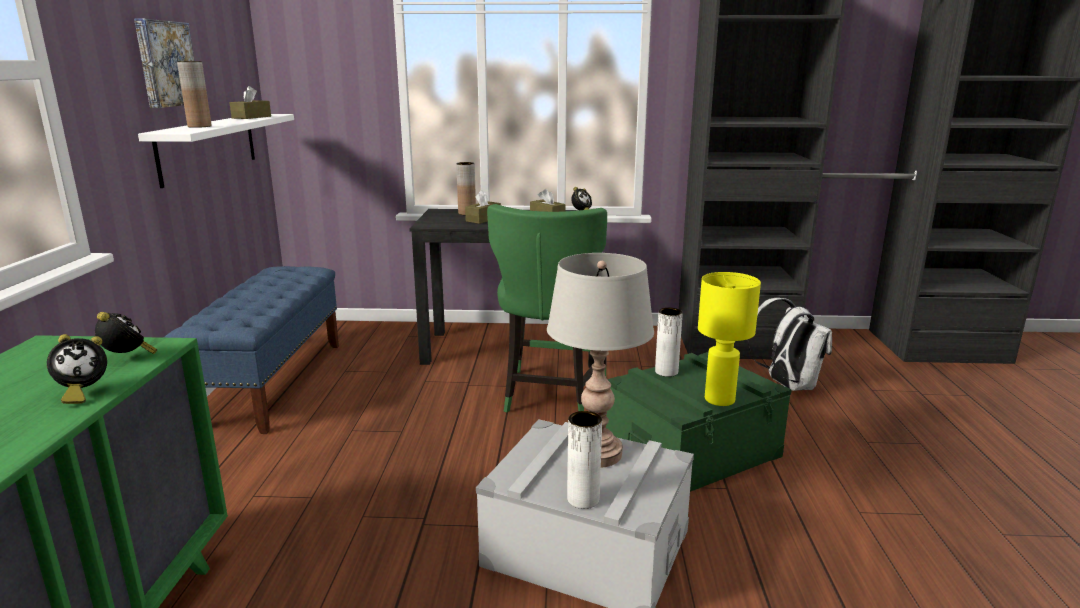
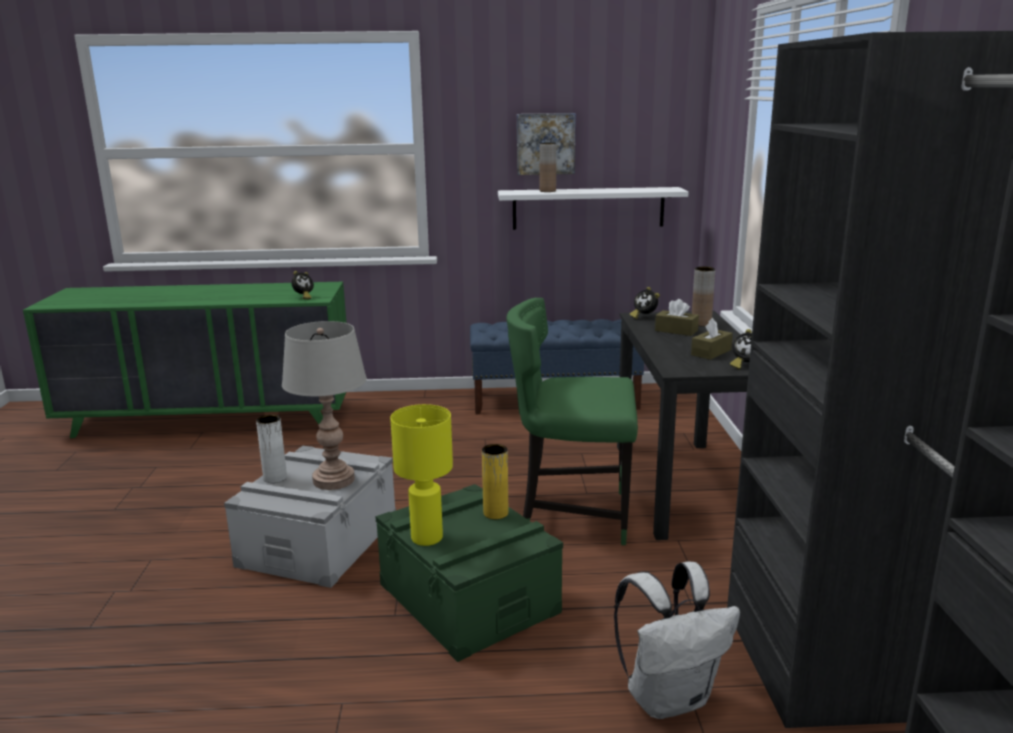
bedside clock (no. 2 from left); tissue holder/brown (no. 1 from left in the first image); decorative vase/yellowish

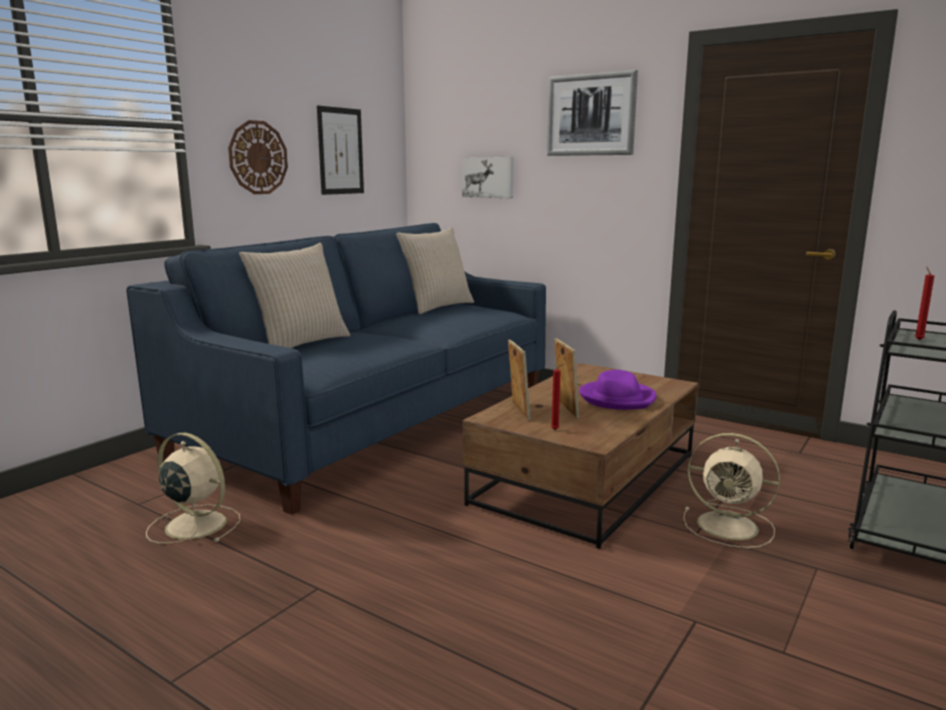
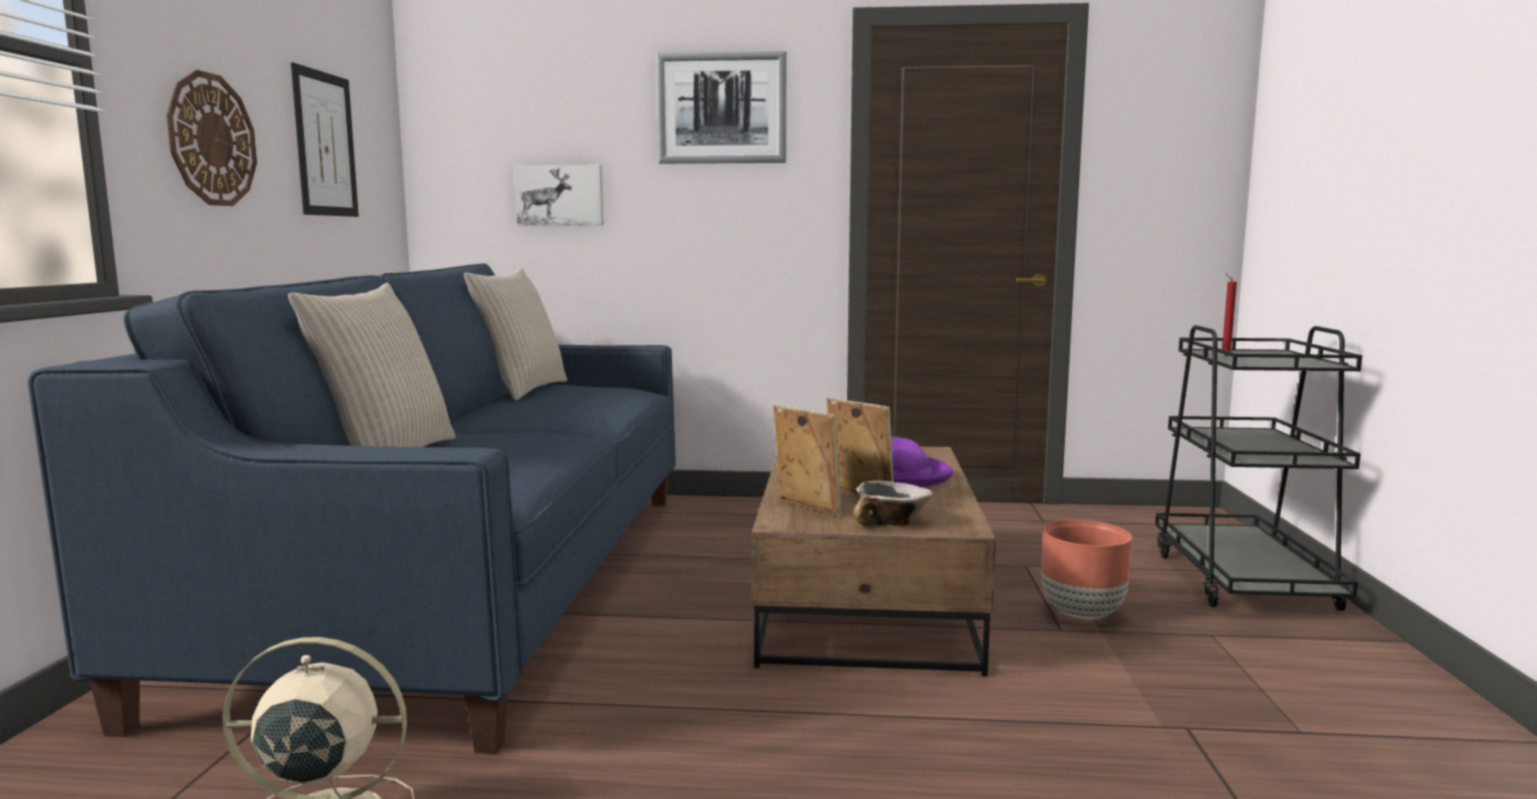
serving bowl; plant pot/brown

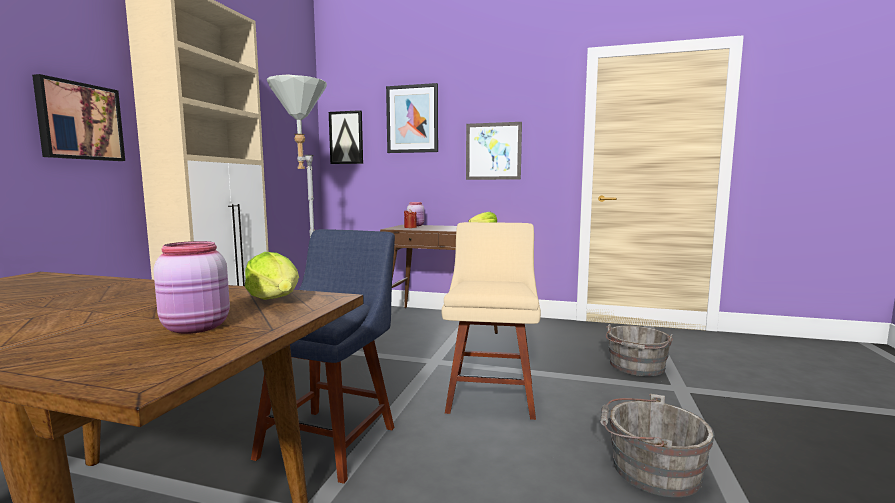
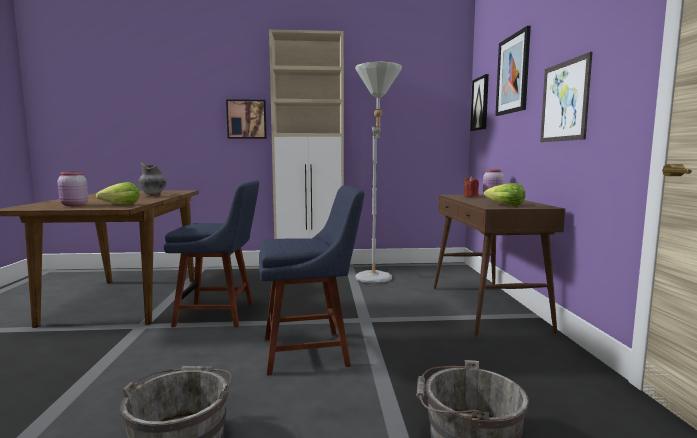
plain chair/bluish (no. 2 from left); decorative vase/grey

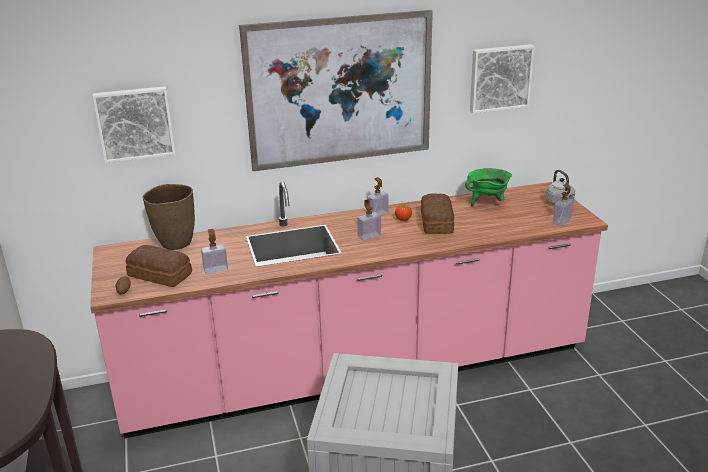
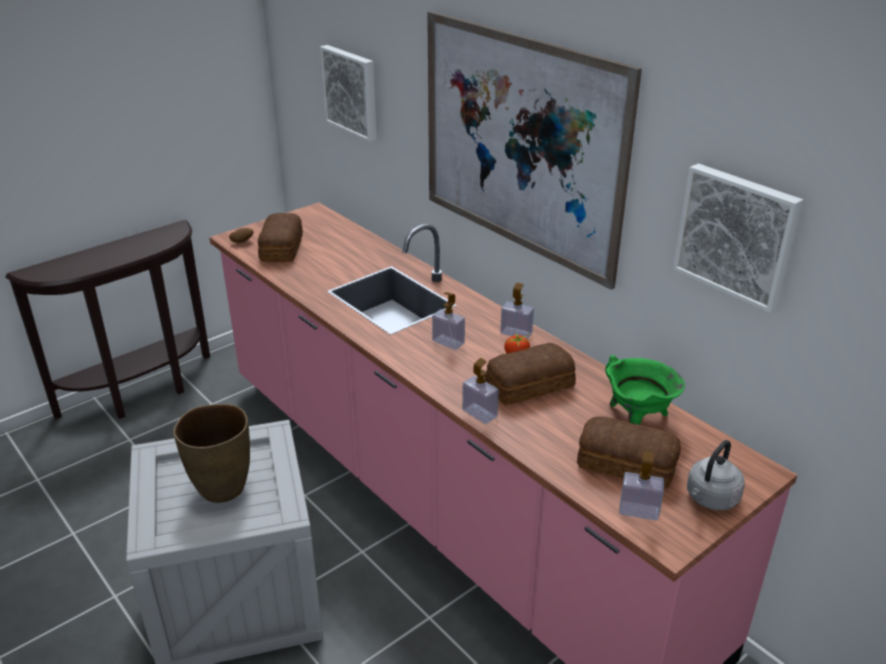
decorative vase/brown; liquid soap bottle (no. 2 from left); bakery bread (no. 3 from left)

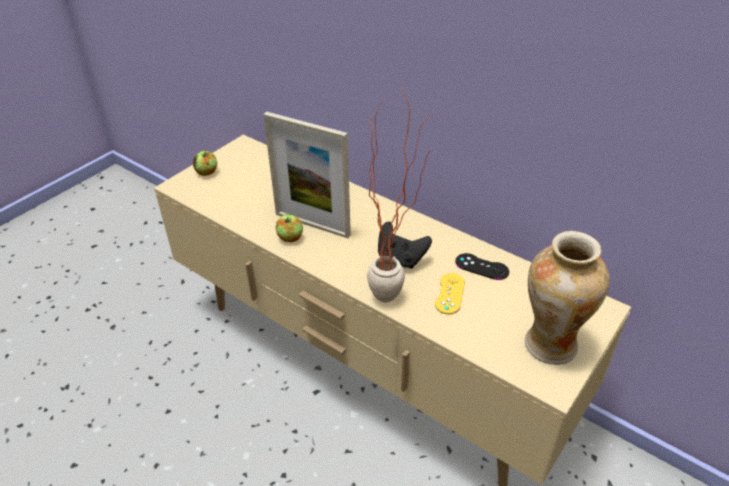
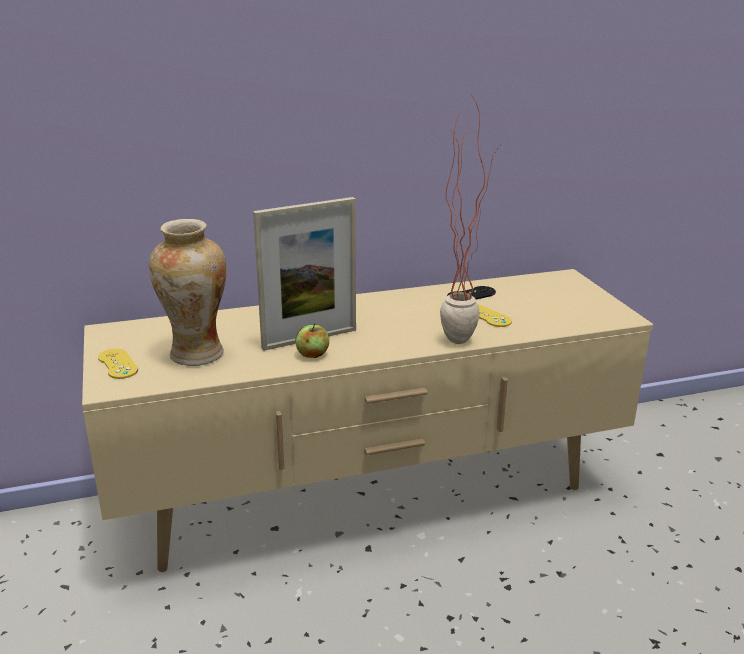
game controller/yellowish (no. 1 from left); game controller/blackish (no. 1 from left in the first image); decorative vase

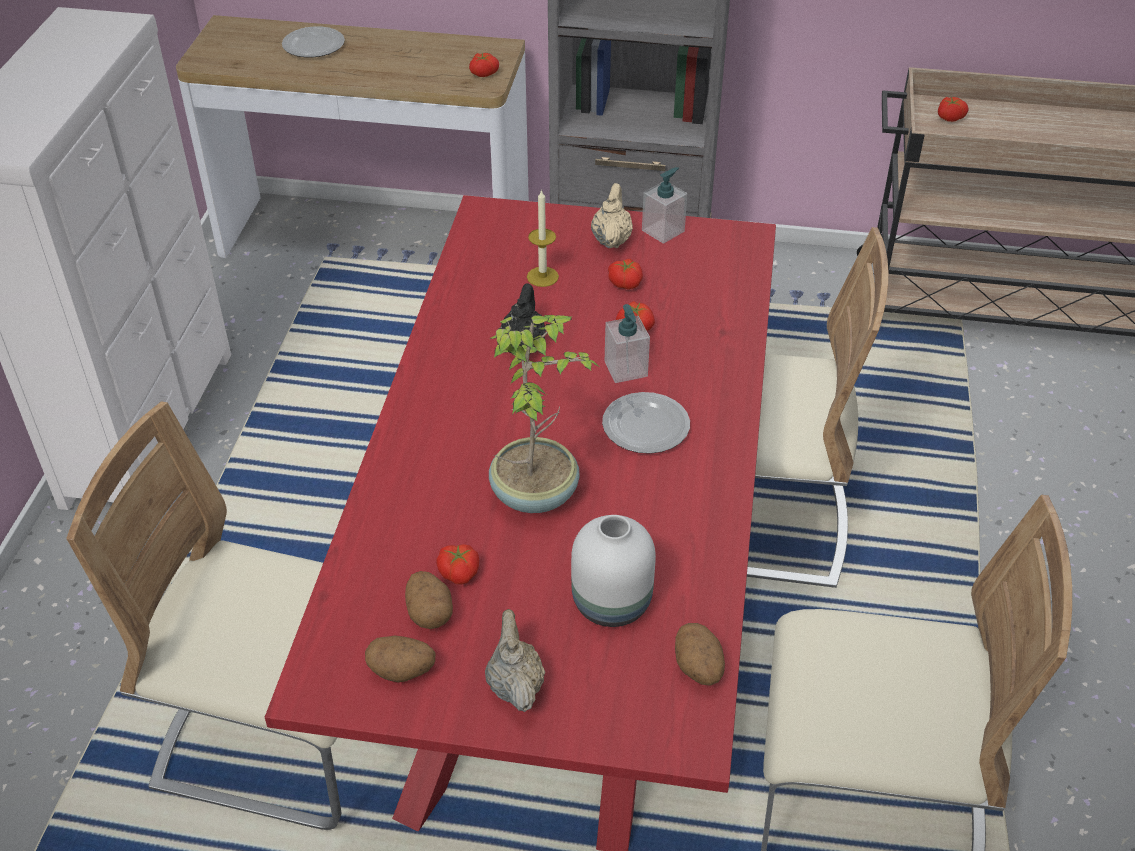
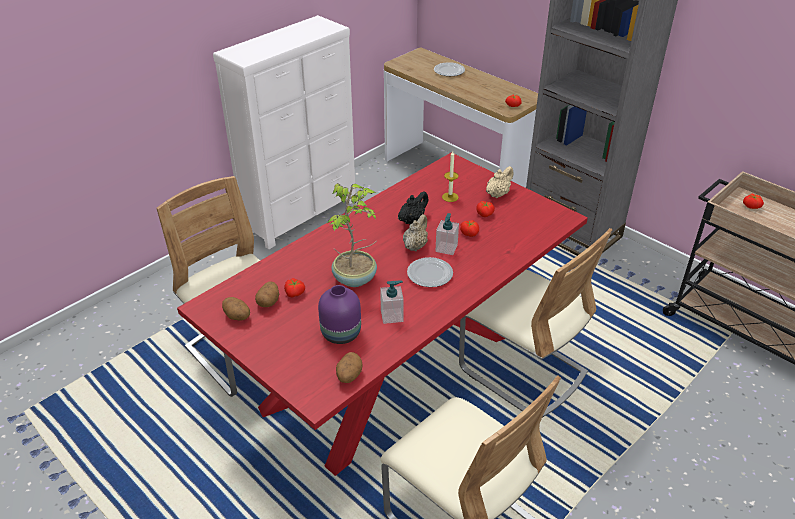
pot for tea/beige (no. 1 from left); decorative vase/purple; liquid soap bottle (no. 1 from left)

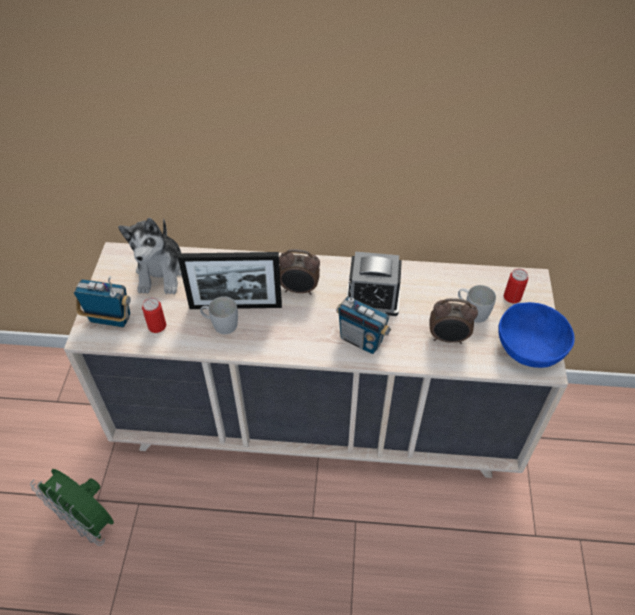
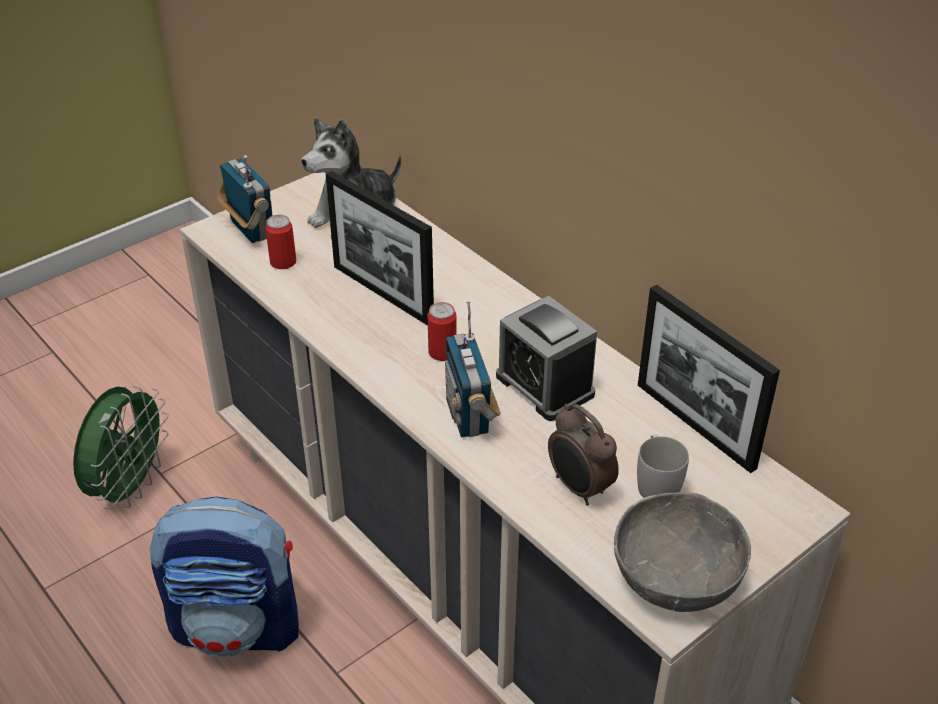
cooling fan/green; coffee mug/white-coloured (no. 1 from left in the first image); bedside clock (no. 1 from left in the first image); serving bowl/grey; metal can (no. 2 from left); rucksack; standing frame (no. 2 from left)

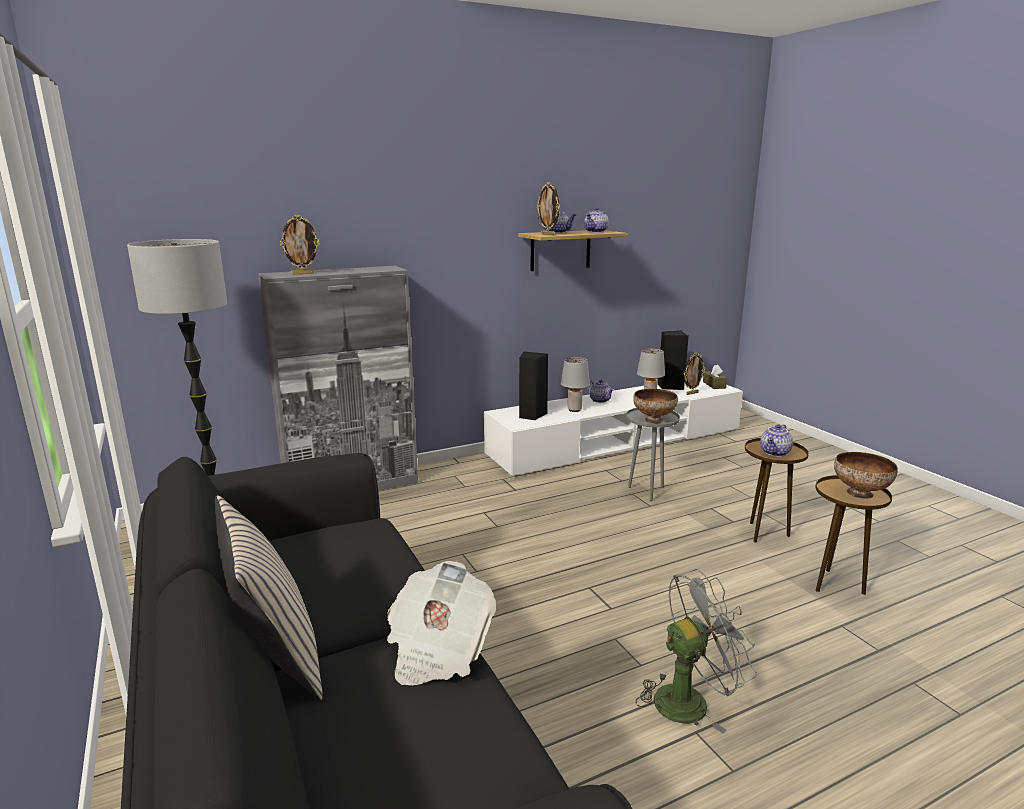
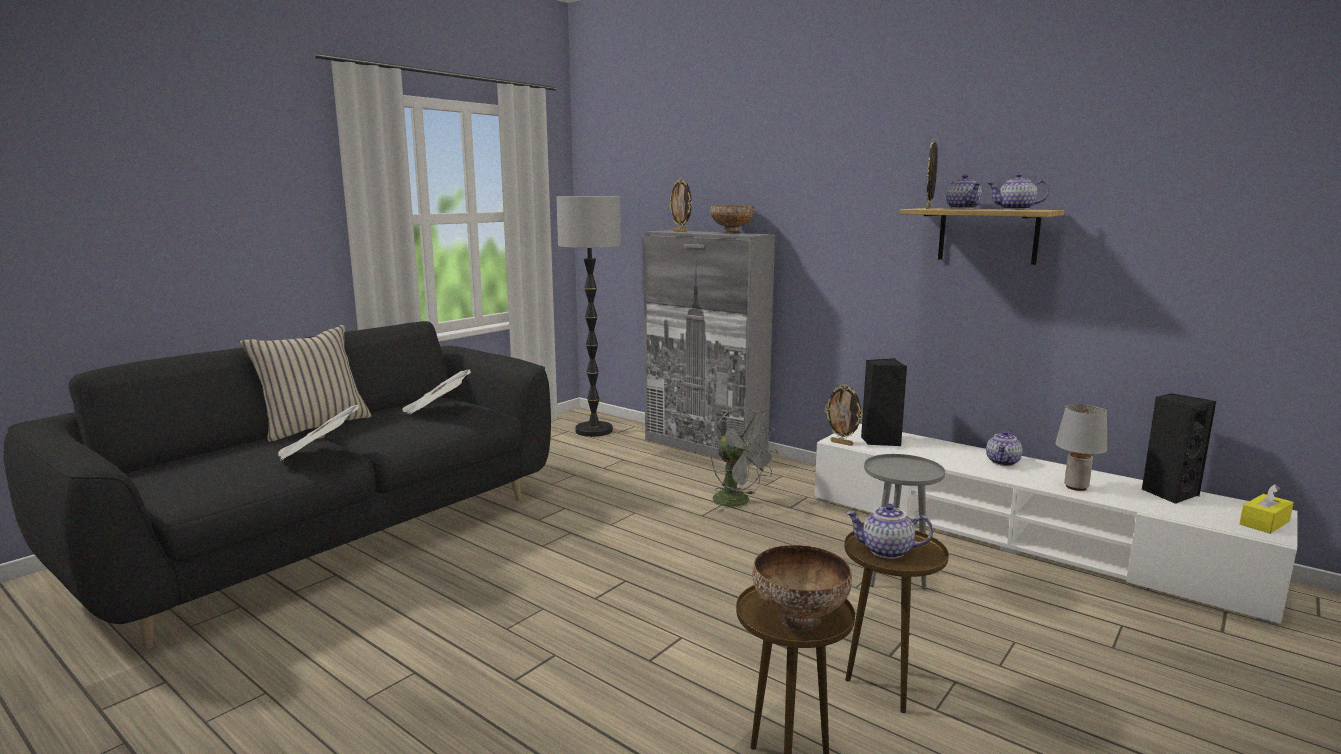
table lamp/grey (no. 1 from left in the first image); serving bowl (no. 1 from left); cooling fan/grey; standing frame (no. 2 from left); tissue holder/yellowish; daily paper (no. 2 from left)

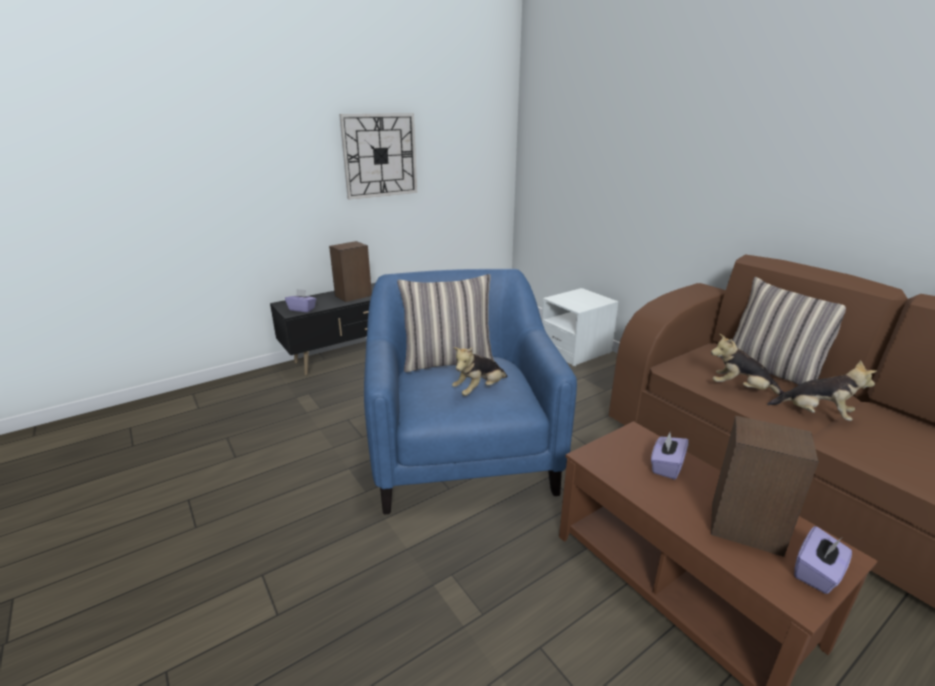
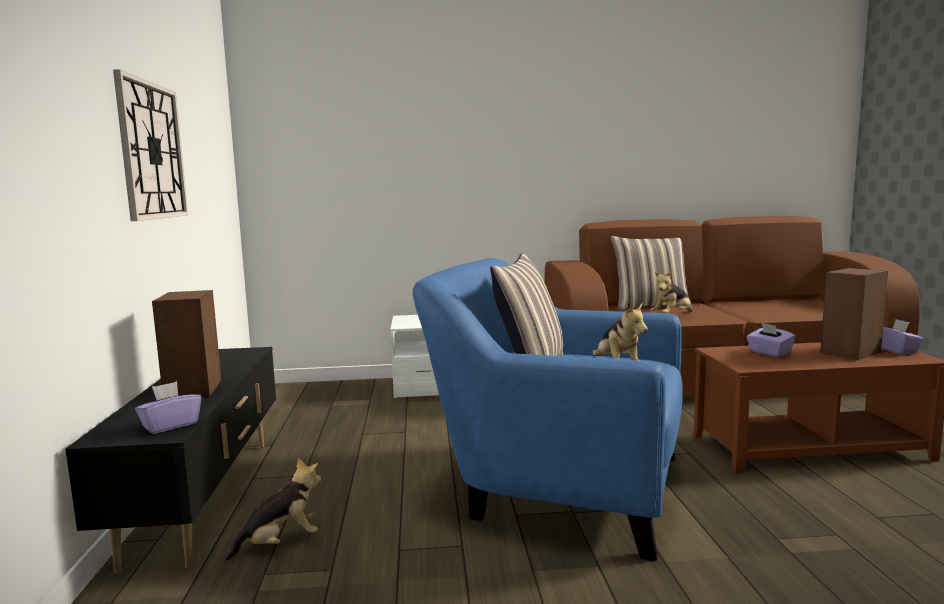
plush toy (no. 1 from left)

